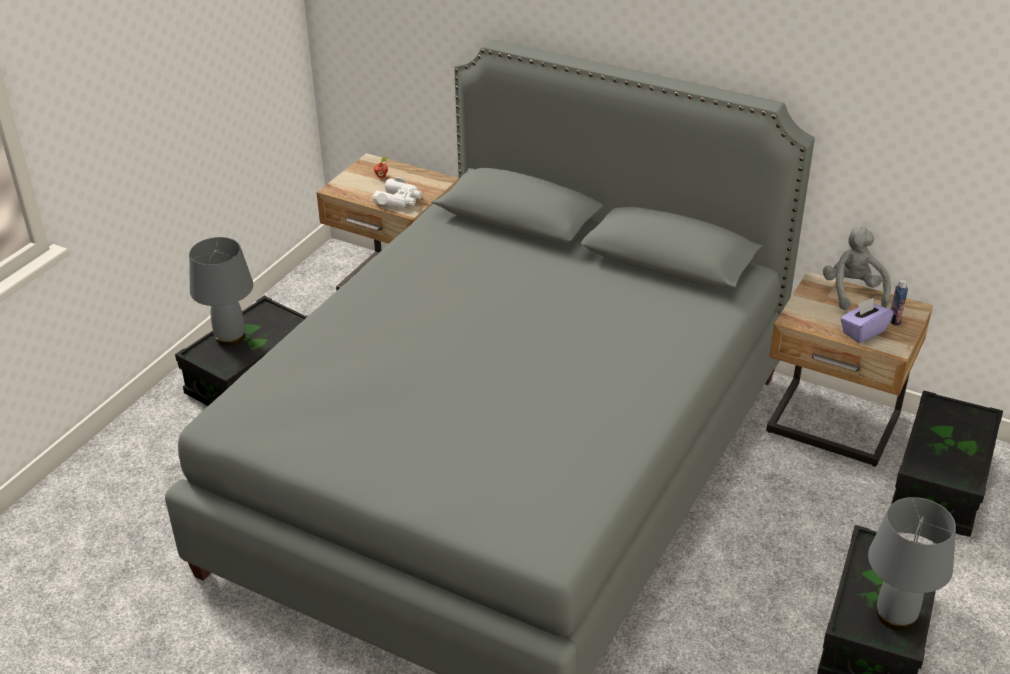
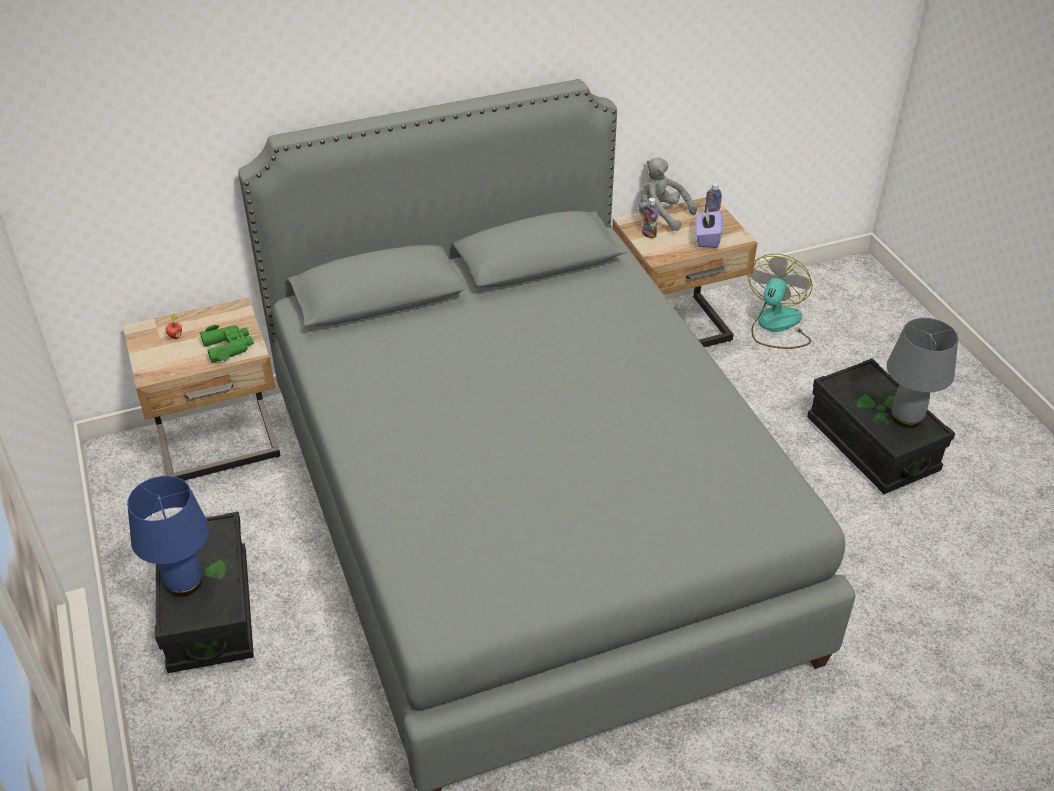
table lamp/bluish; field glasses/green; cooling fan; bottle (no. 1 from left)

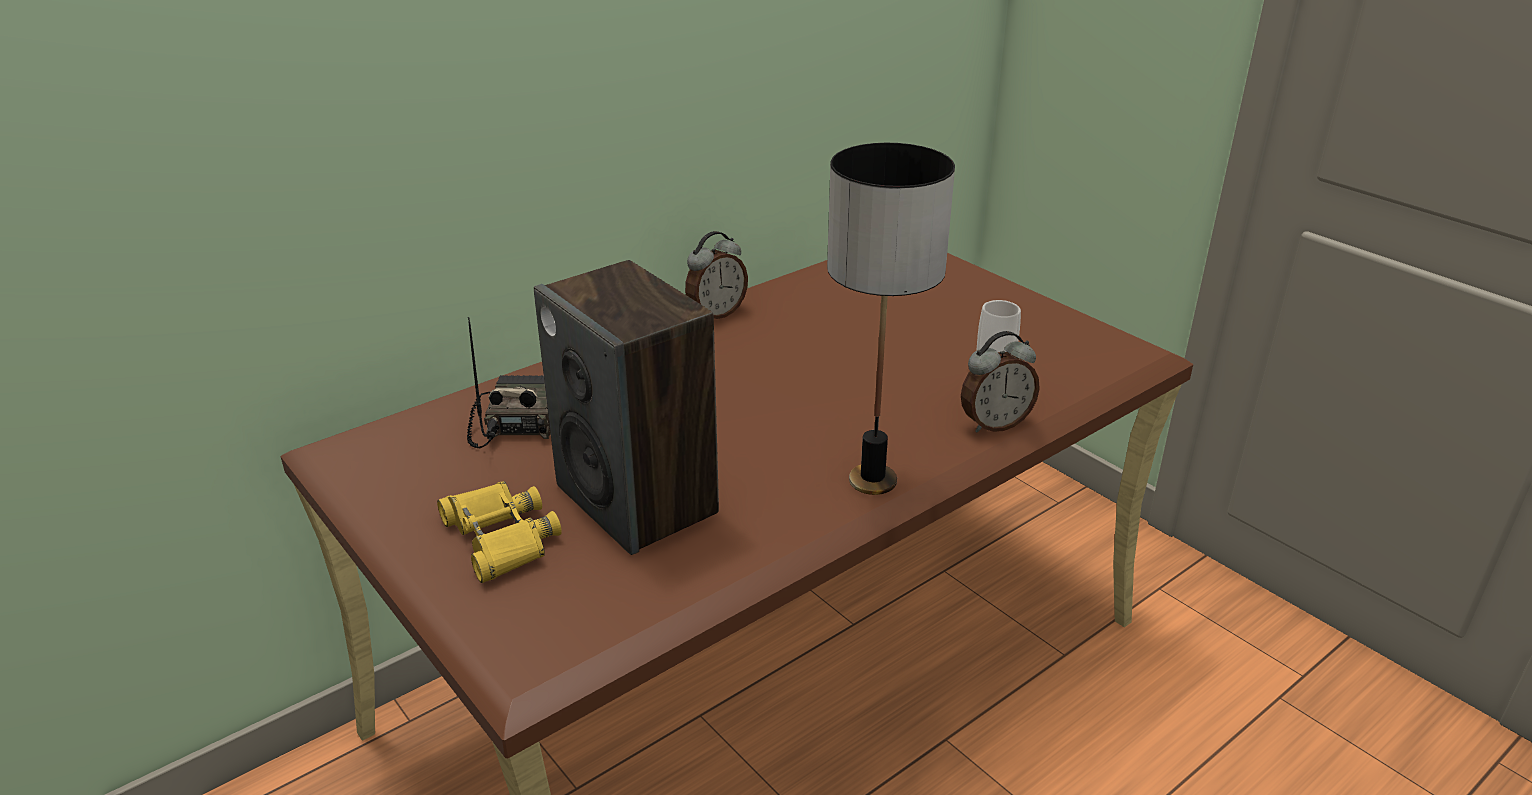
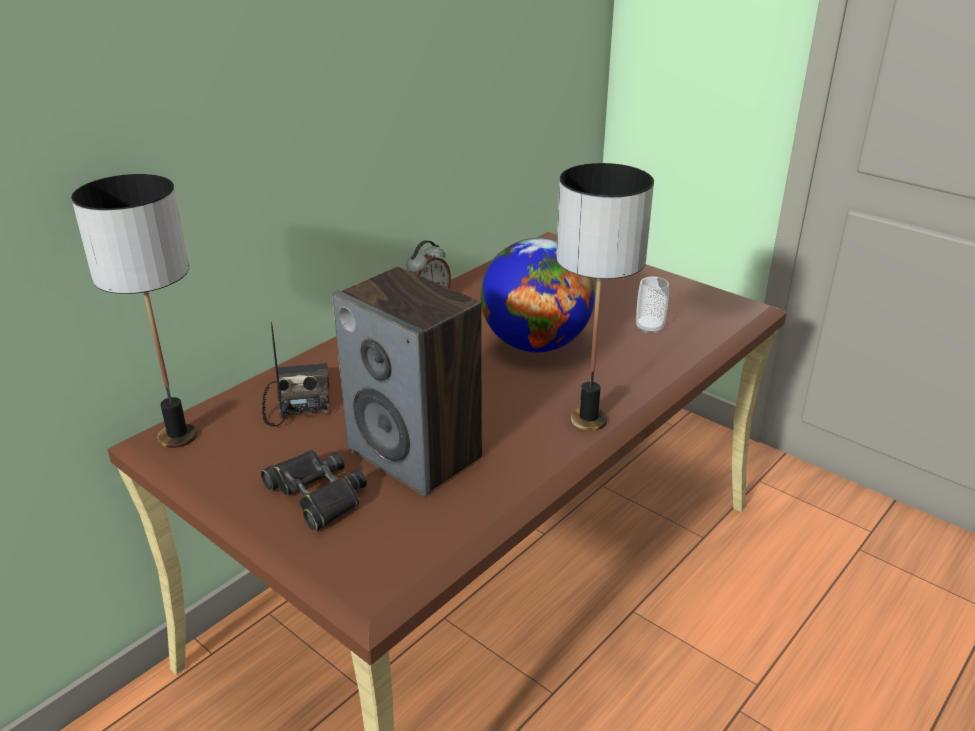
field glasses/blackish; bedside clock (no. 2 from left in the first image); table lamp (no. 1 from left); globe

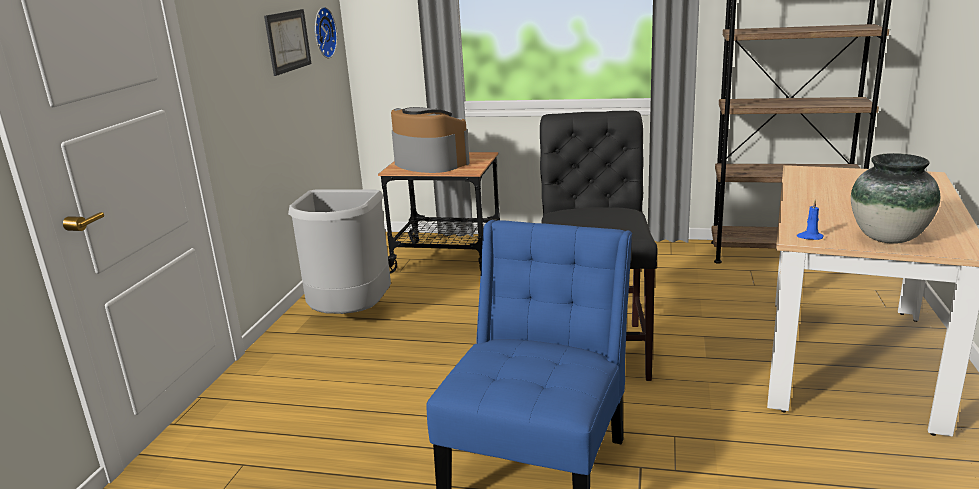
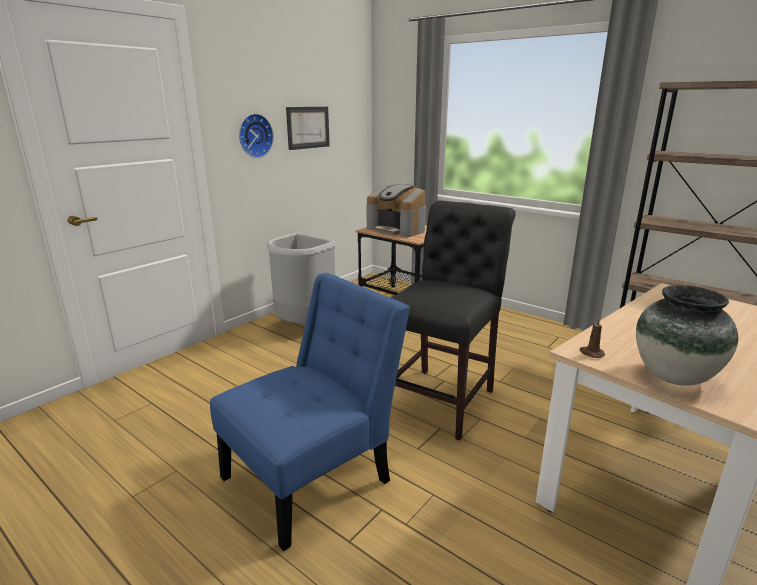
hanging clock; coffee maker; candle/brown

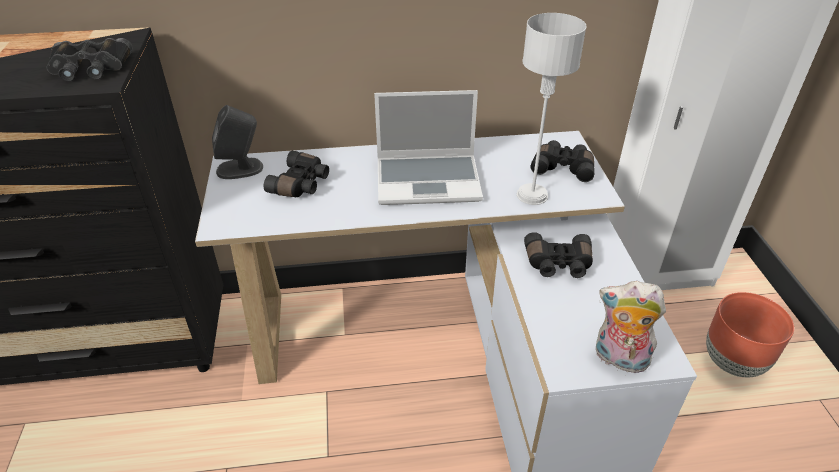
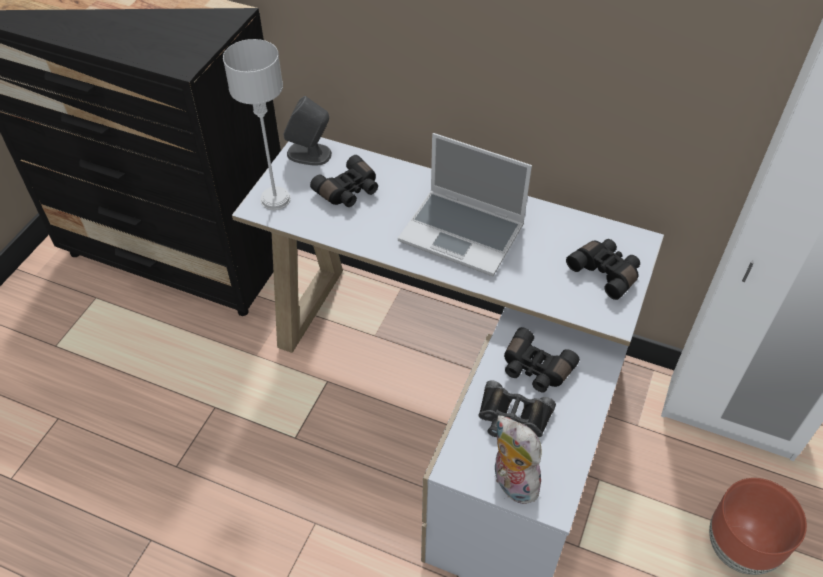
field glasses/blackish (no. 2 from left); table lamp/grey

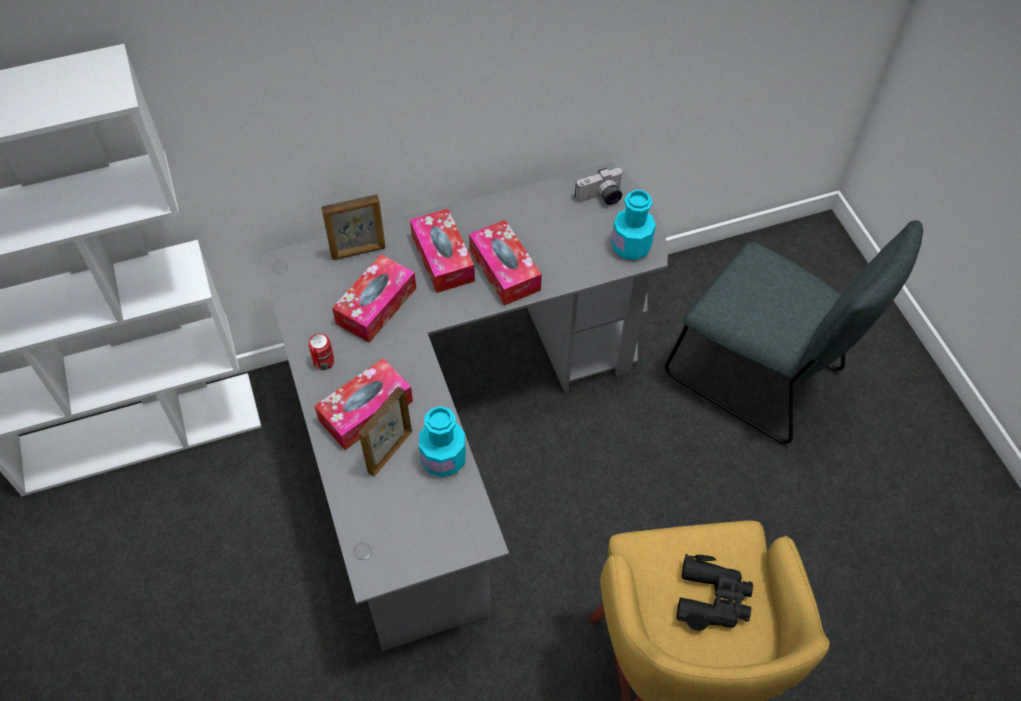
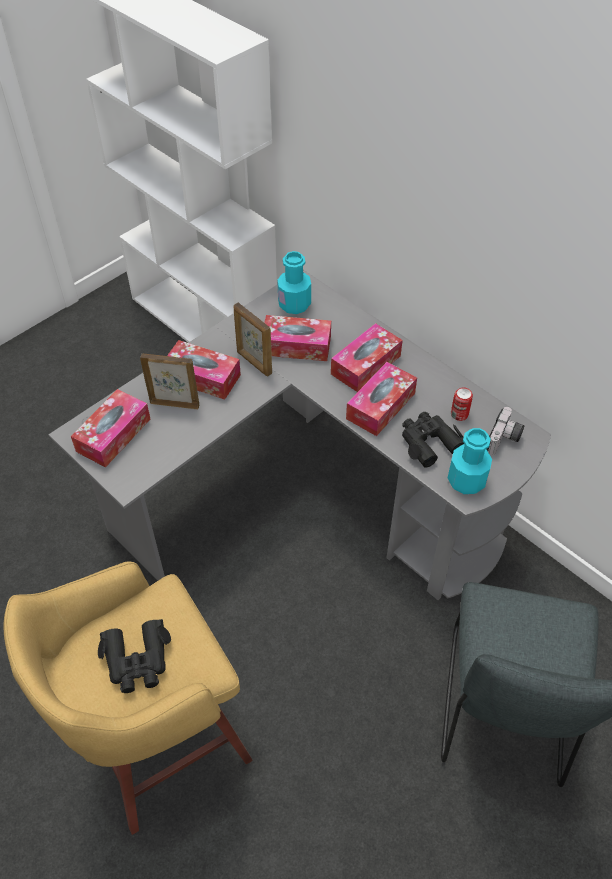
metal can; standing frame (no. 2 from left); bottle/blue-green (no. 1 from left); still camera; tissue holder (no. 1 from left); field glasses/blackish (no. 2 from left)

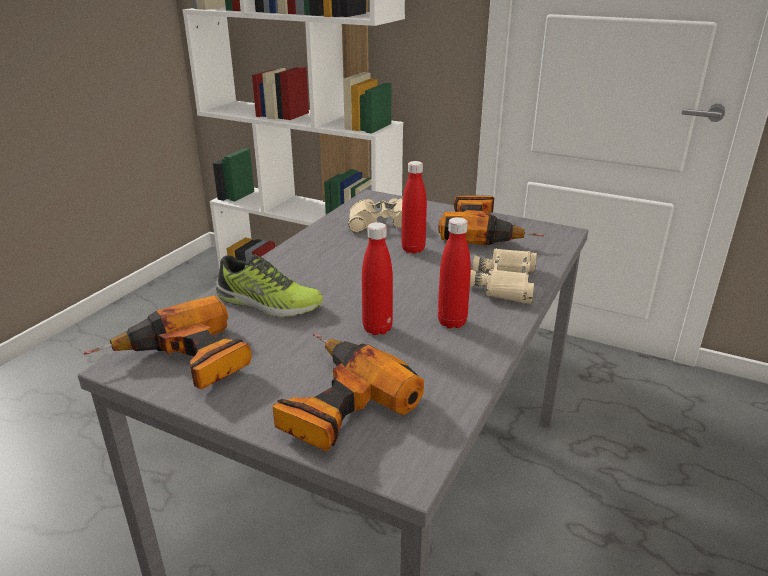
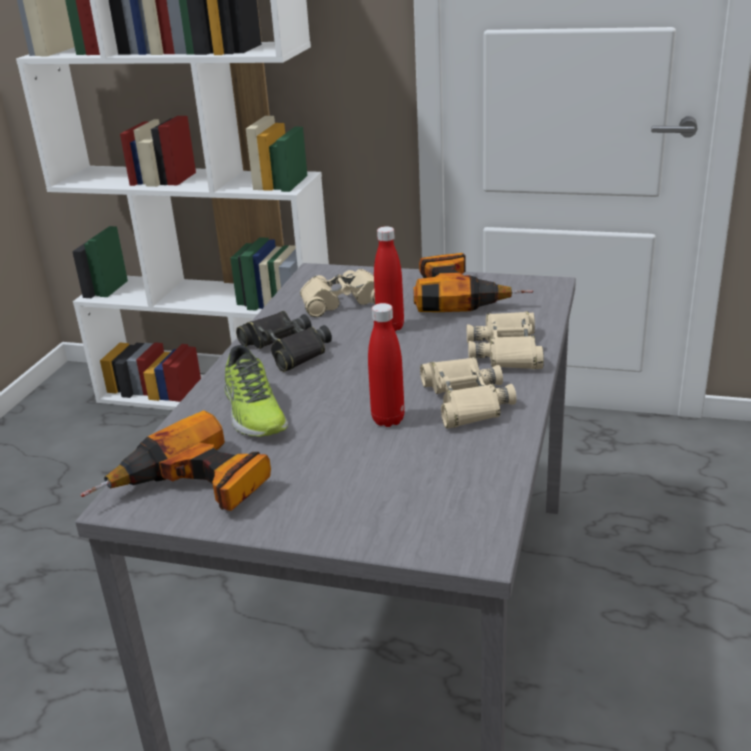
item of footwear; electric drill (no. 2 from left in the first image); field glasses/beige (no. 2 from left); field glasses/blackish

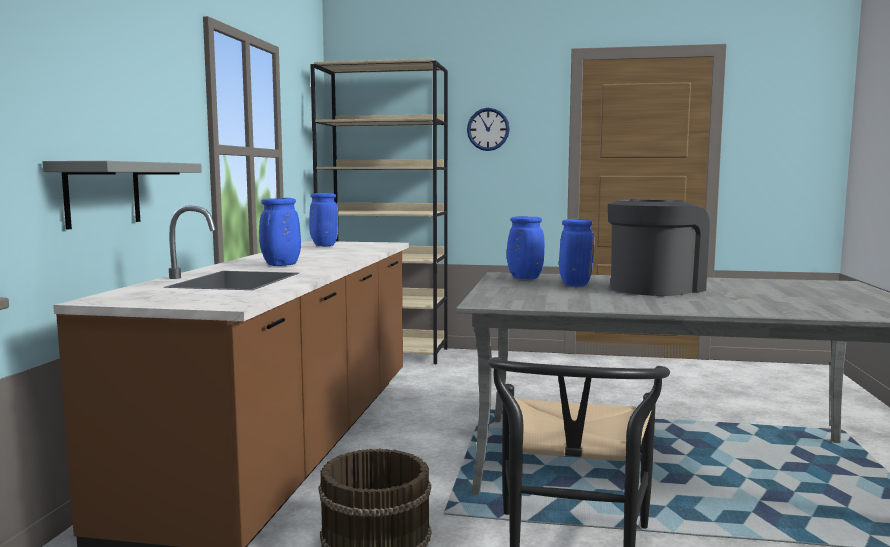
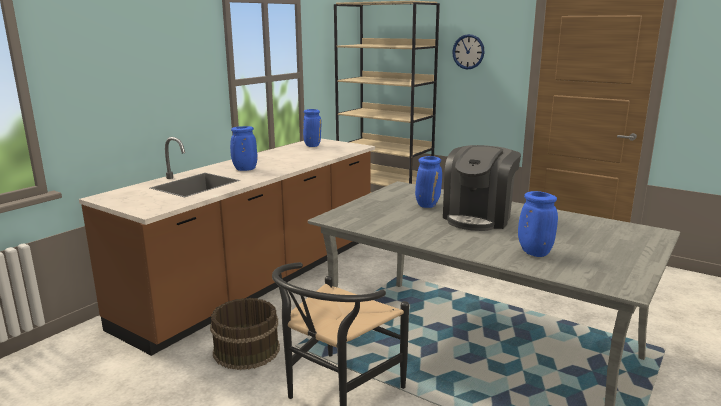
wall shelf/grey; decorative vase/bluish (no. 4 from left); coffee maker

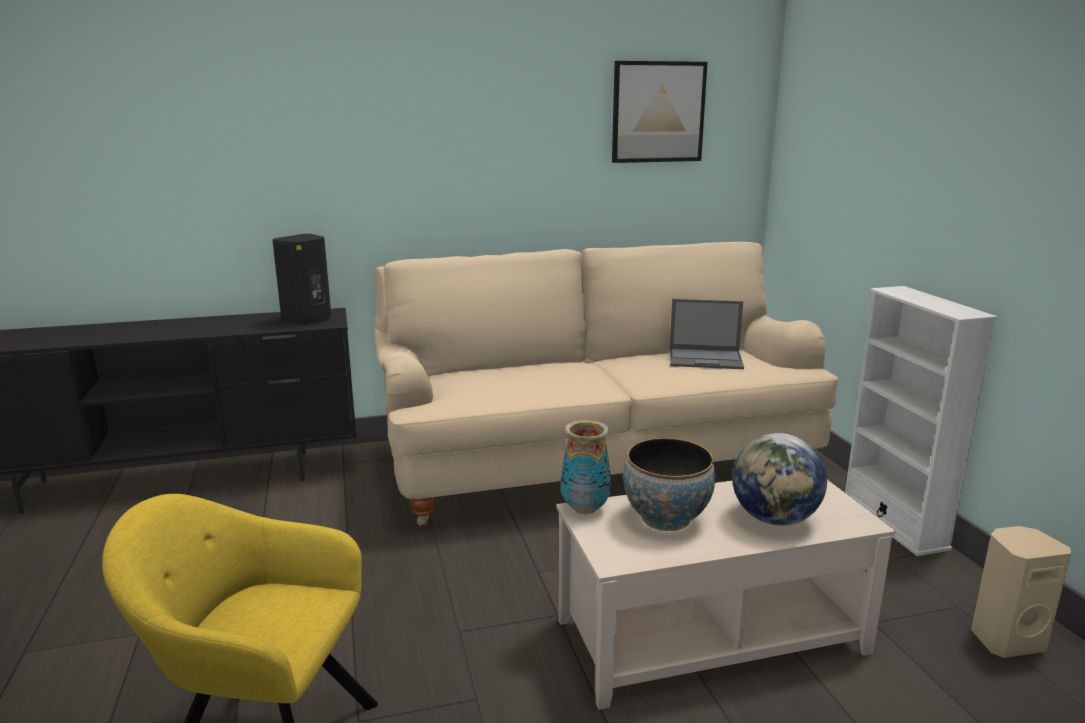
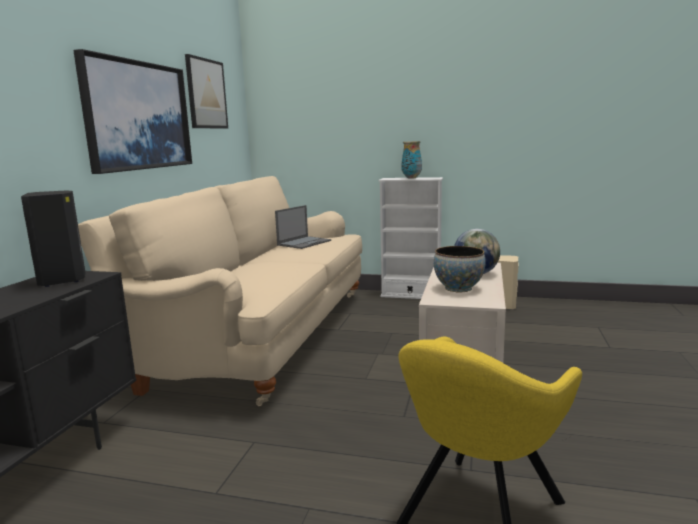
decorative vase; wall picture (no. 1 from left)

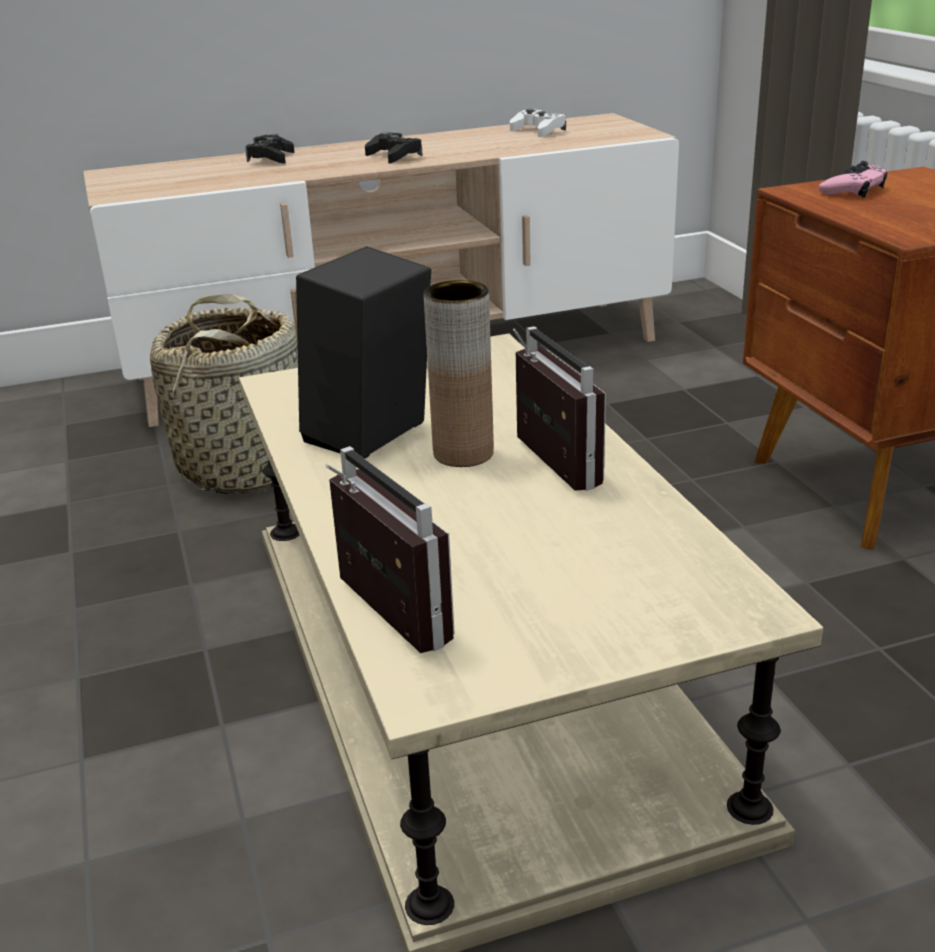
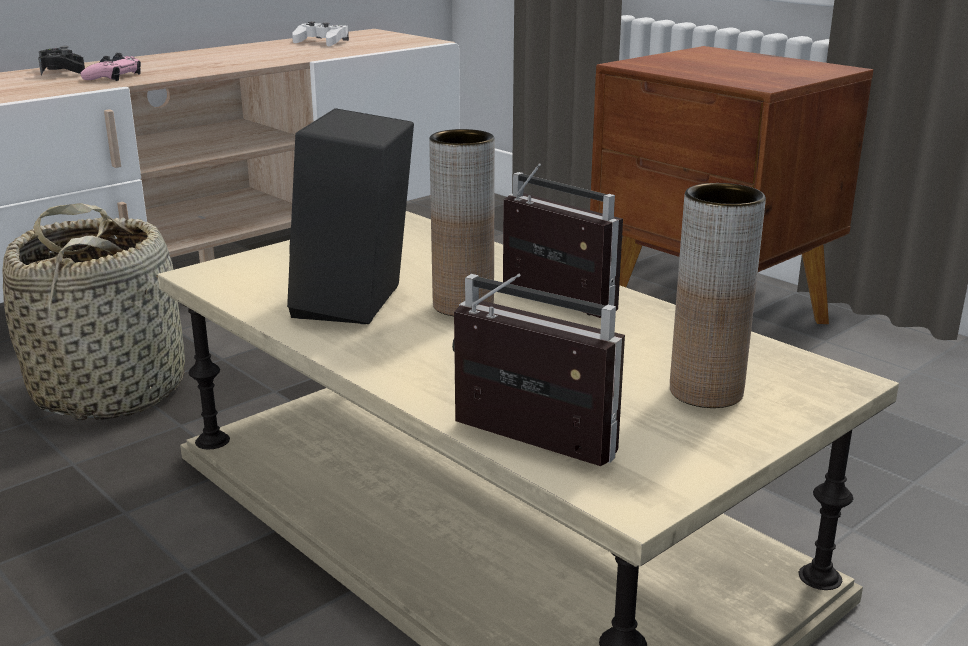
game controller/blackish (no. 2 from left in the first image); game controller/pinkish; decorative vase/brown (no. 2 from left)

